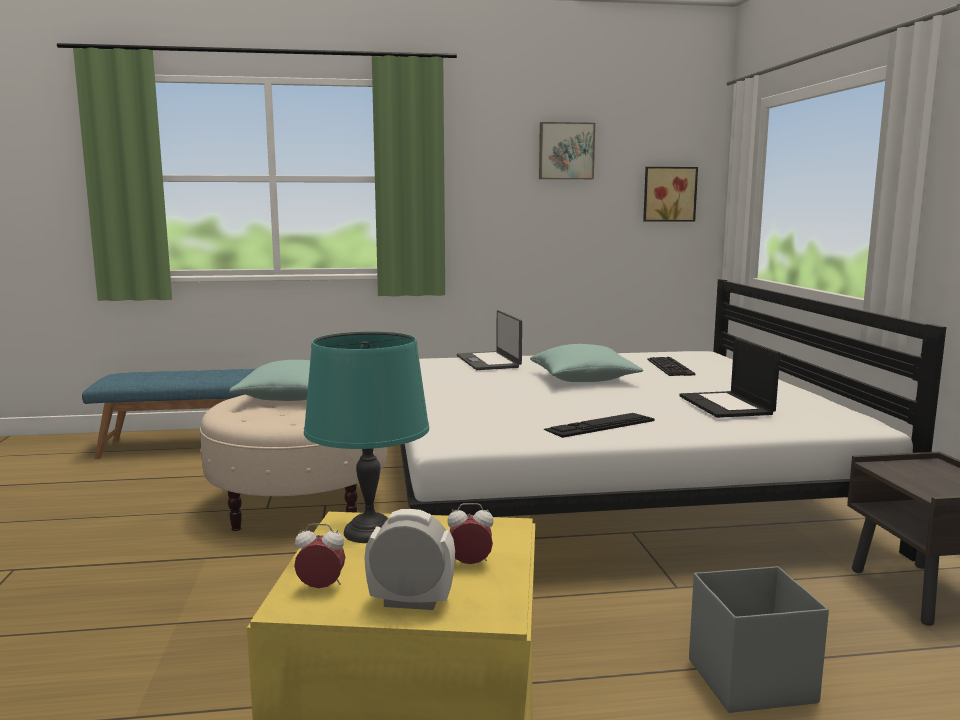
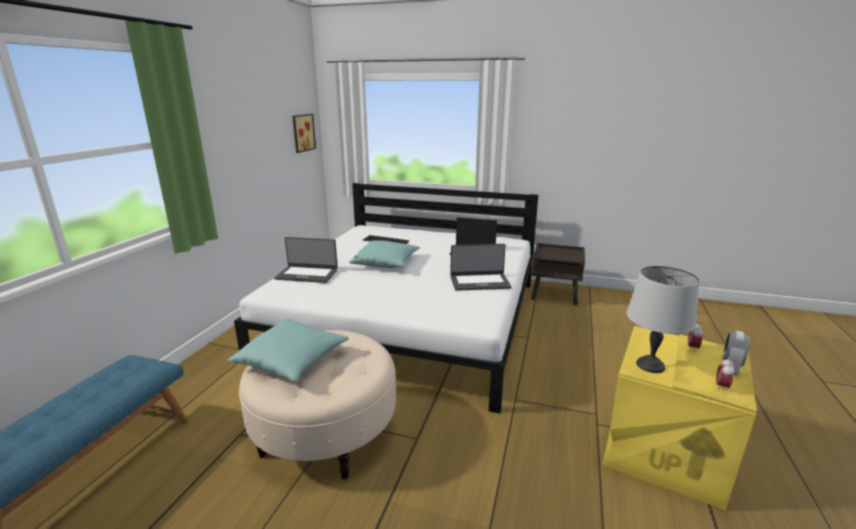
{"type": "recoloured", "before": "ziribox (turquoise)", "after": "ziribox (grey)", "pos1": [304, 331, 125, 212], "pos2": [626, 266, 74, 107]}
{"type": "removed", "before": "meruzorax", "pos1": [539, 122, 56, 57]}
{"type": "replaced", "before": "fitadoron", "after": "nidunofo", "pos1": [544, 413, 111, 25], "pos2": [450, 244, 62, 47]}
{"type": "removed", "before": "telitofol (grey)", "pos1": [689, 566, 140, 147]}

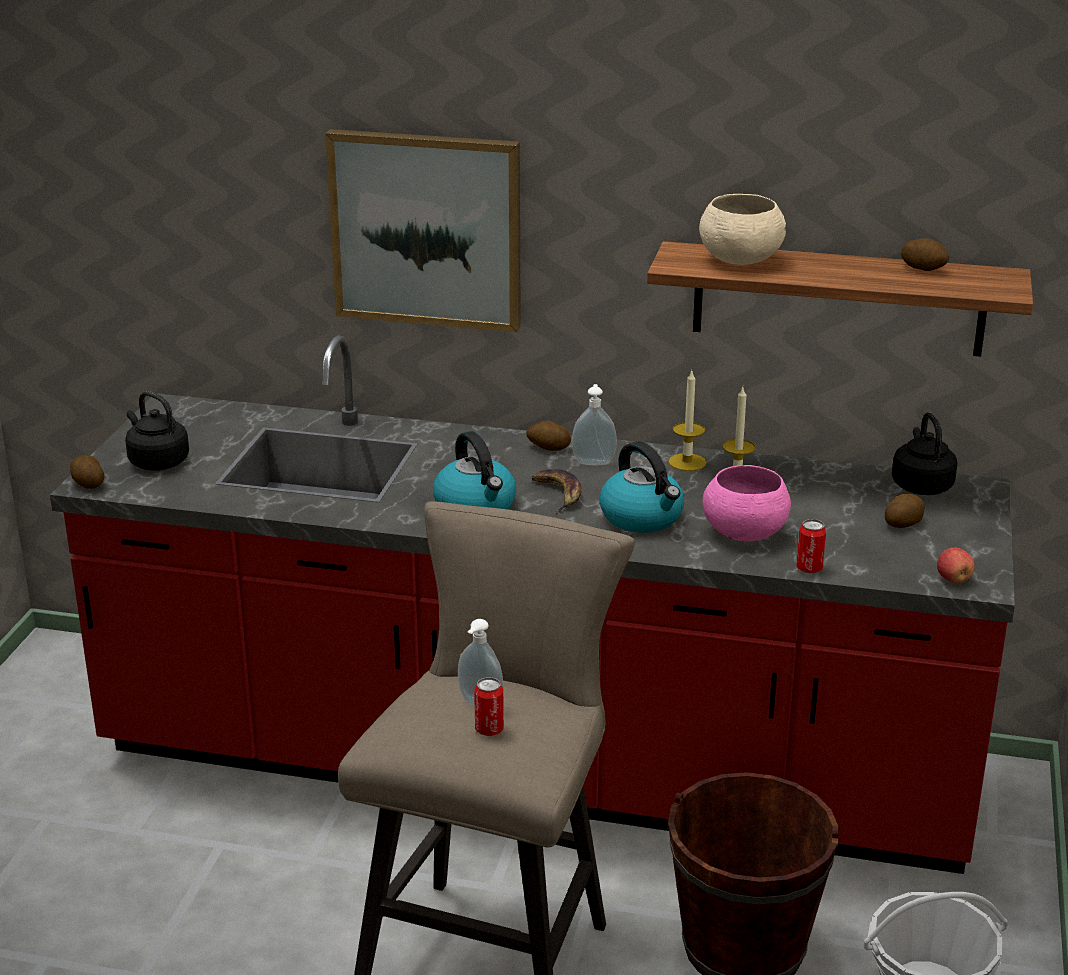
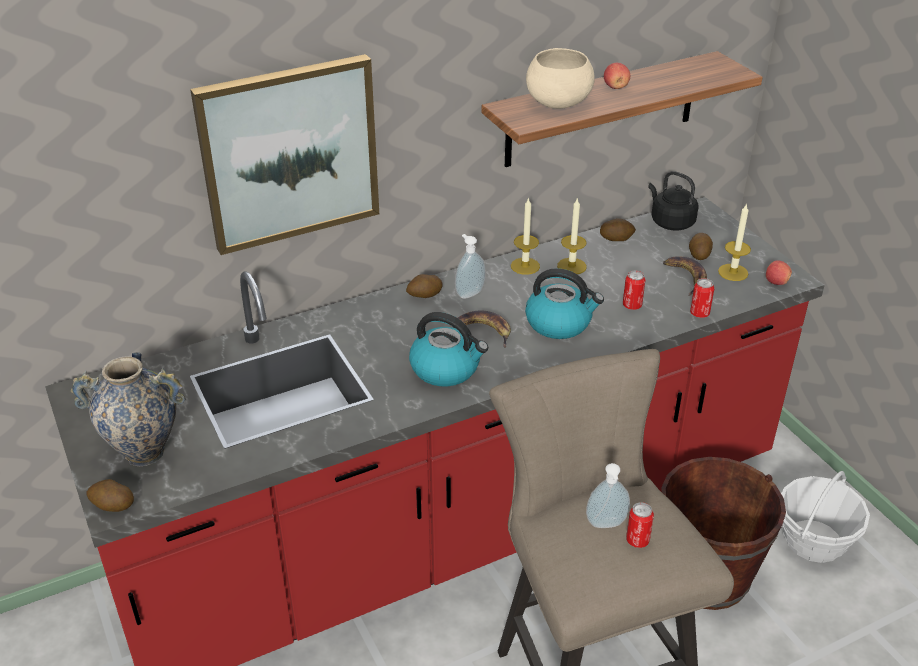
{"type": "replaced", "before": "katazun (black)", "after": "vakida", "pos1": [125, 391, 64, 80], "pos2": [71, 353, 114, 113]}
{"type": "replaced", "before": "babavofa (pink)", "after": "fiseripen", "pos1": [703, 465, 88, 76], "pos2": [623, 271, 22, 39]}
{"type": "moved", "before": "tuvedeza", "pos1": [901, 238, 48, 33], "pos2": [600, 218, 36, 23]}
{"type": "added", "after": "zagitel", "pos2": [604, 63, 26, 26]}
{"type": "added", "after": "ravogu", "pos2": [663, 256, 44, 40]}
{"type": "added", "after": "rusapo", "pos2": [718, 203, 33, 78]}

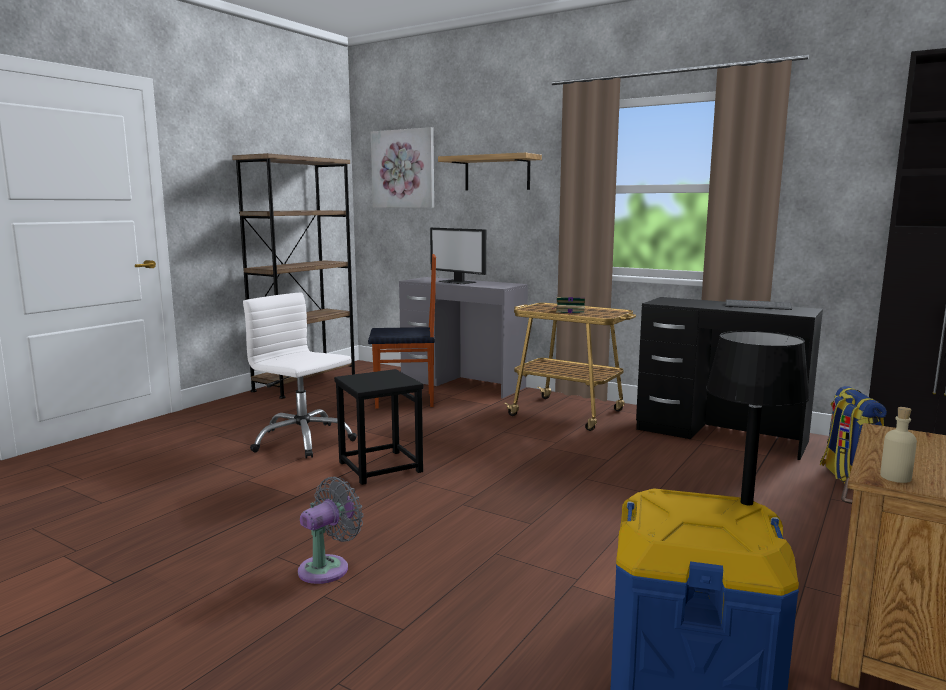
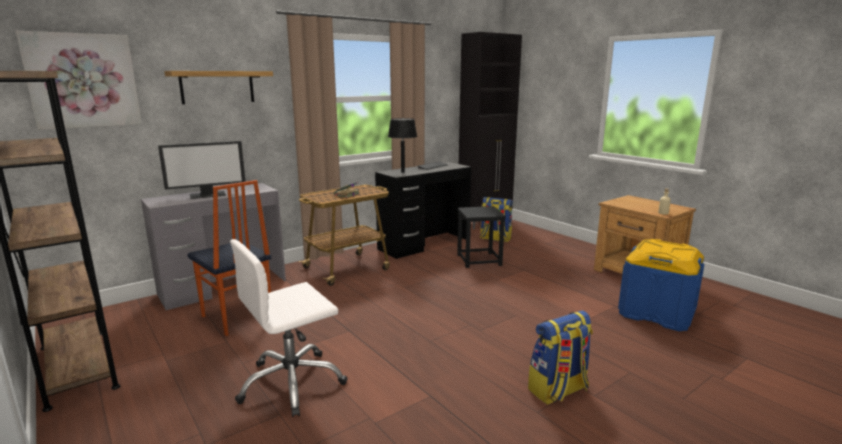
{"type": "replaced", "before": "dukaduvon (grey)", "after": "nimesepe", "pos1": [298, 477, 66, 107], "pos2": [528, 310, 65, 95]}
{"type": "moved", "before": "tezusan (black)", "pos1": [334, 369, 89, 116], "pos2": [457, 206, 49, 62]}
{"type": "turned", "before": "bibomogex", "pos1": [368, 254, 68, 155], "pos2": [187, 180, 84, 156], "turn": 120}
{"type": "moved", "before": "ziribox (black)", "pos1": [706, 331, 104, 174], "pos2": [388, 118, 29, 55]}

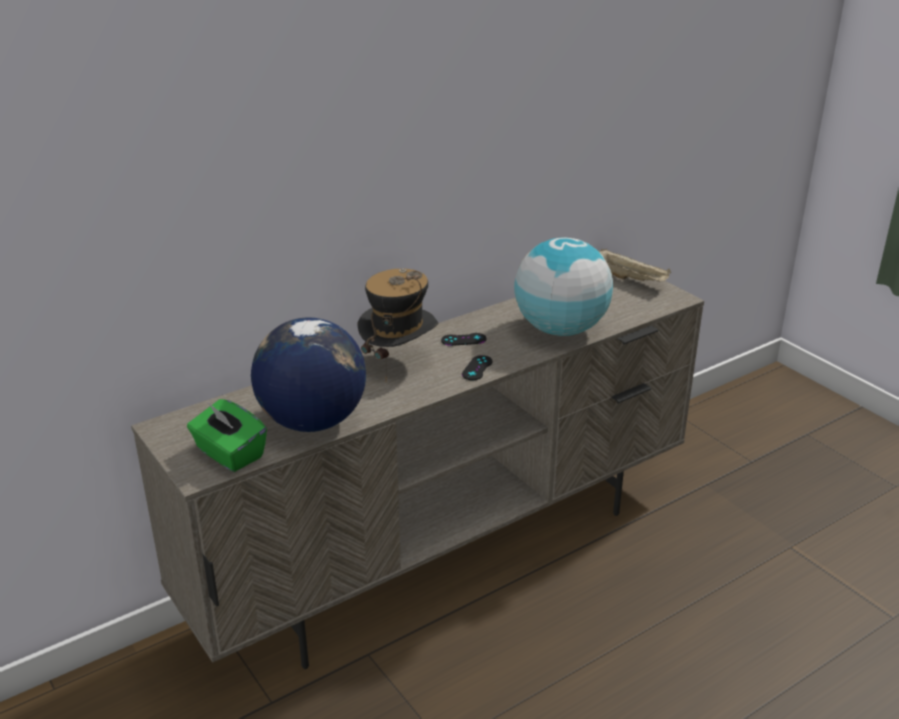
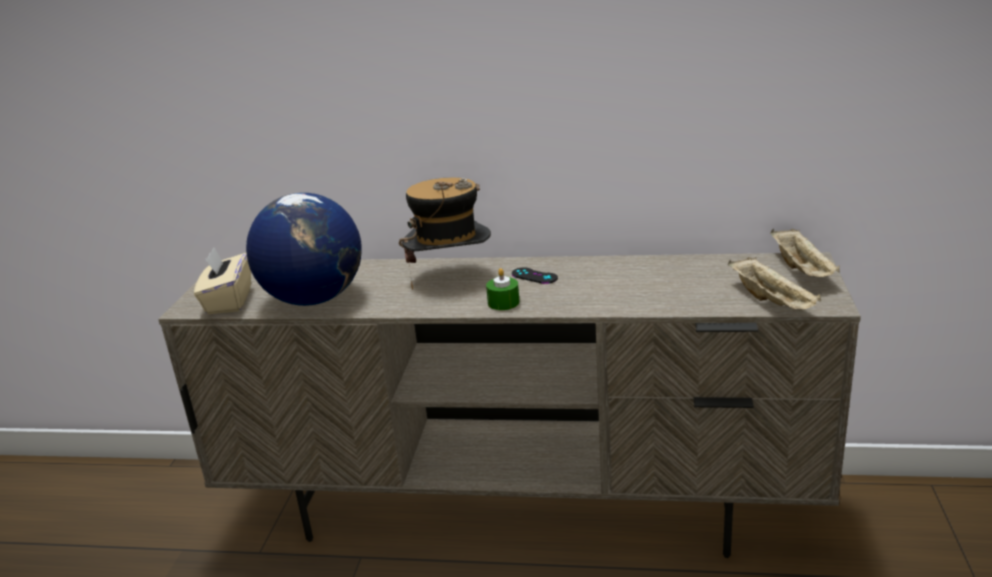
{"type": "recoloured", "before": "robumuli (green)", "after": "robumuli (beige)", "pos1": [187, 399, 80, 73], "pos2": [194, 247, 57, 67]}
{"type": "replaced", "before": "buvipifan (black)", "after": "rusapo (green)", "pos1": [462, 355, 30, 25], "pos2": [486, 268, 34, 42]}
{"type": "removed", "before": "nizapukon", "pos1": [514, 237, 99, 99]}
{"type": "added", "after": "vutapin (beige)", "pos2": [728, 257, 93, 53]}

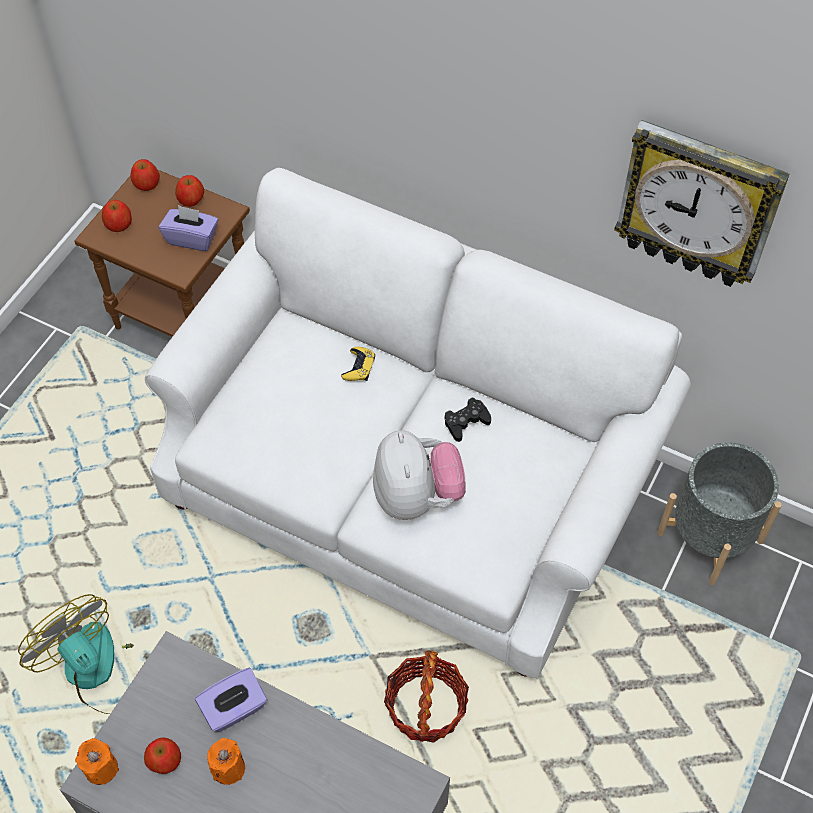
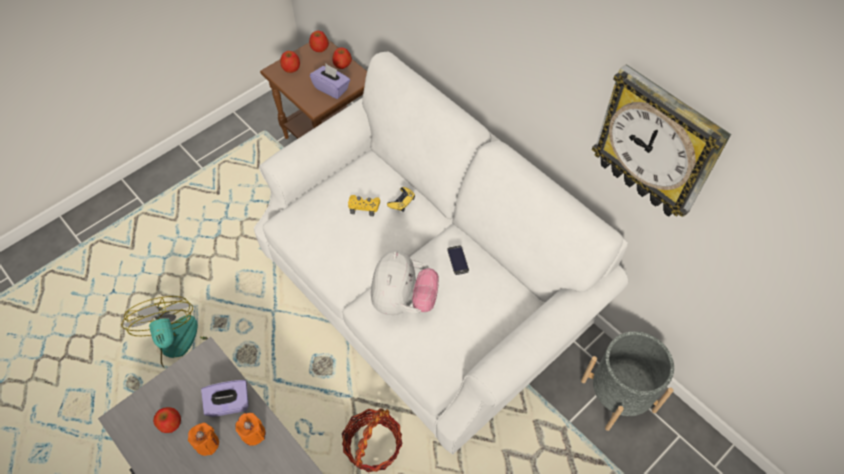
{"type": "moved", "before": "rusapo (orange)", "pos1": [75, 738, 44, 47], "pos2": [235, 413, 30, 33]}
{"type": "replaced", "before": "buvipifan (black)", "after": "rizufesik", "pos1": [445, 398, 46, 44], "pos2": [447, 245, 22, 30]}
{"type": "added", "after": "buvipifan (yellow)", "pos2": [348, 195, 32, 22]}

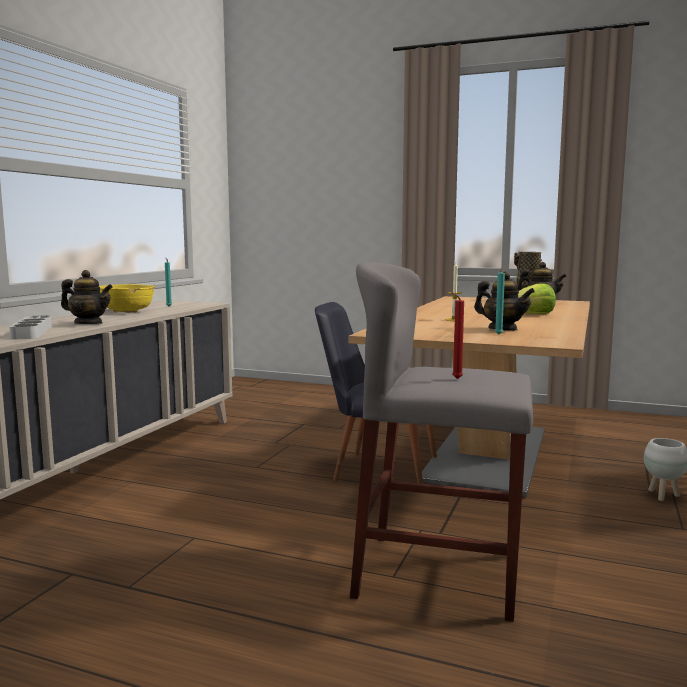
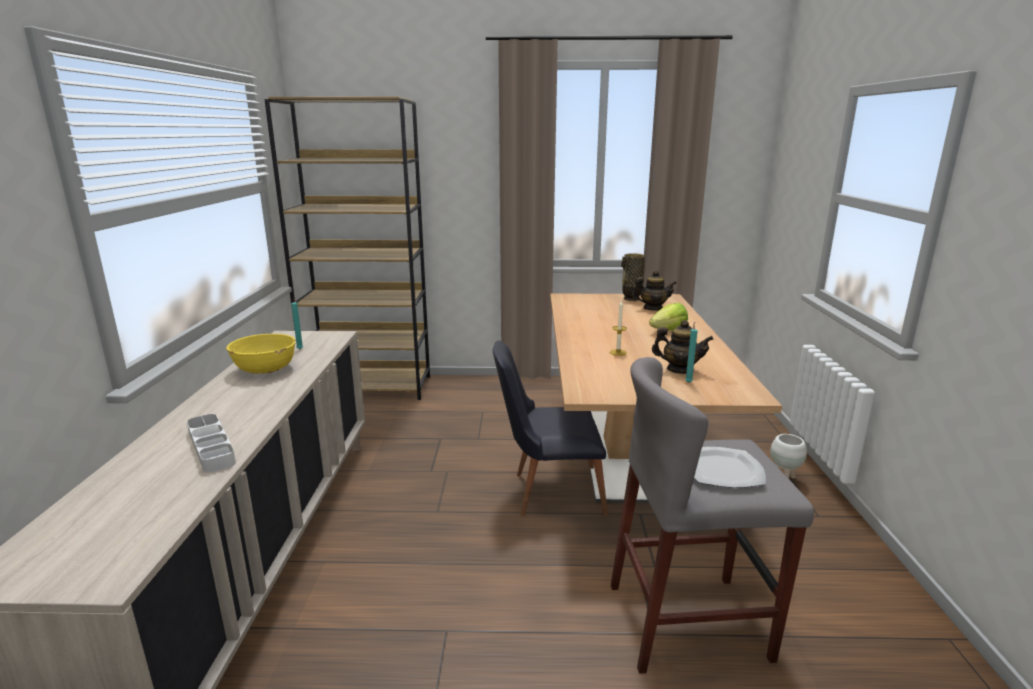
{"type": "removed", "before": "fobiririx", "pos1": [61, 270, 52, 54]}
{"type": "replaced", "before": "rusapo (red)", "after": "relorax", "pos1": [451, 292, 13, 87], "pos2": [694, 447, 72, 41]}
{"type": "added", "after": "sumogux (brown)", "pos2": [264, 97, 166, 303]}

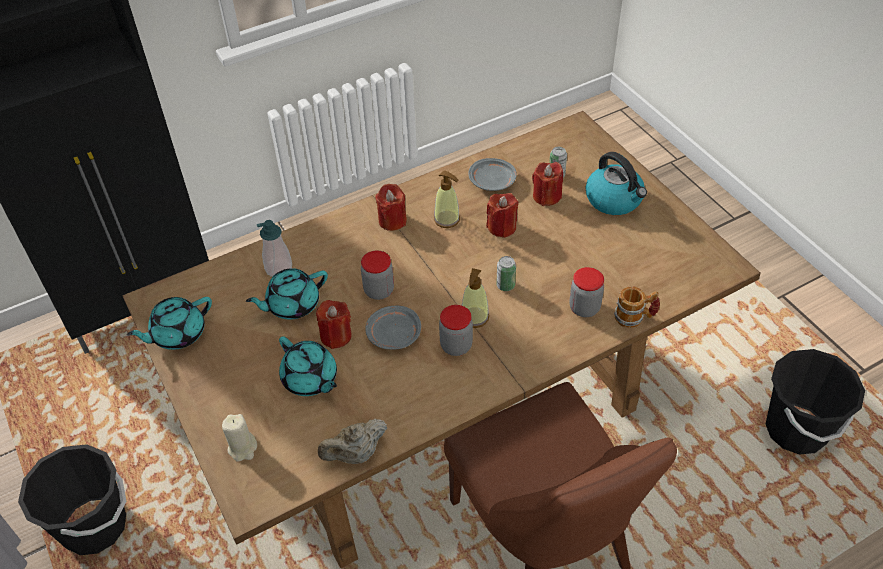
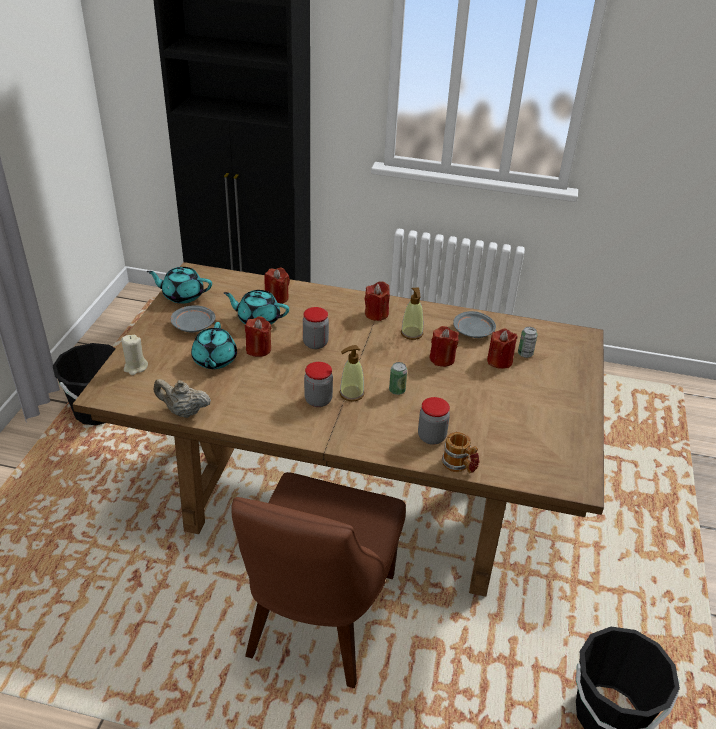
{"type": "replaced", "before": "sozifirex", "after": "rusapo (red)", "pos1": [257, 220, 35, 57], "pos2": [264, 268, 26, 36]}
{"type": "moved", "before": "relorax (grey)", "pos1": [365, 306, 56, 44], "pos2": [171, 305, 45, 27]}
{"type": "removed", "before": "katazun", "pos1": [586, 152, 61, 63]}

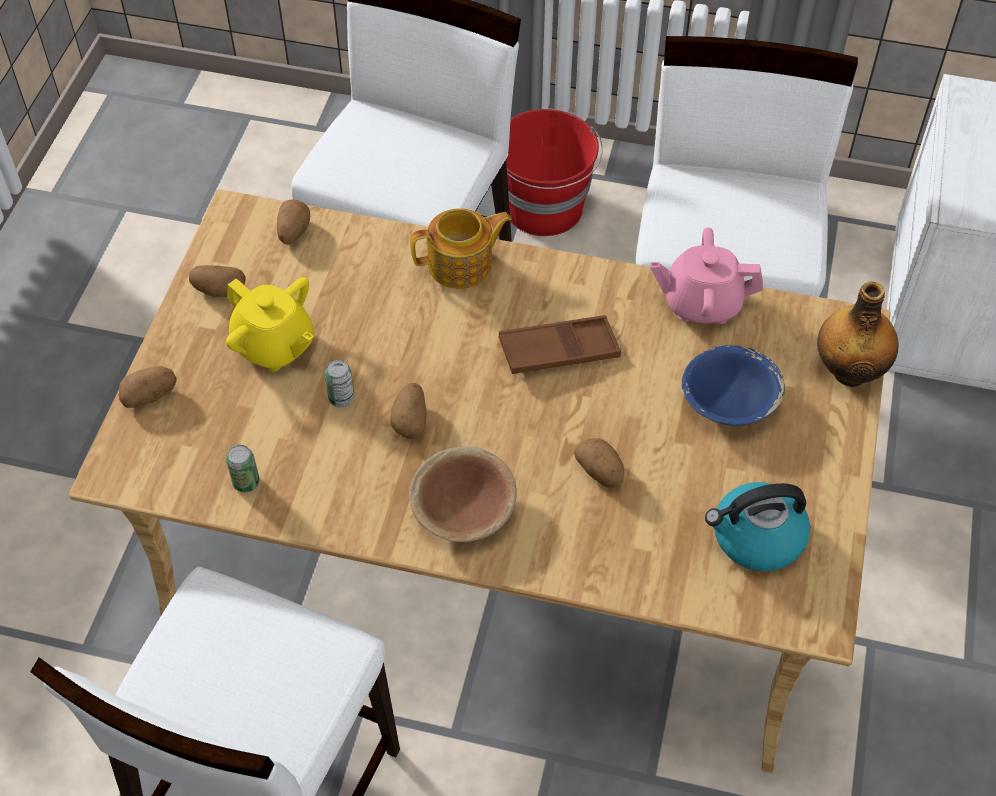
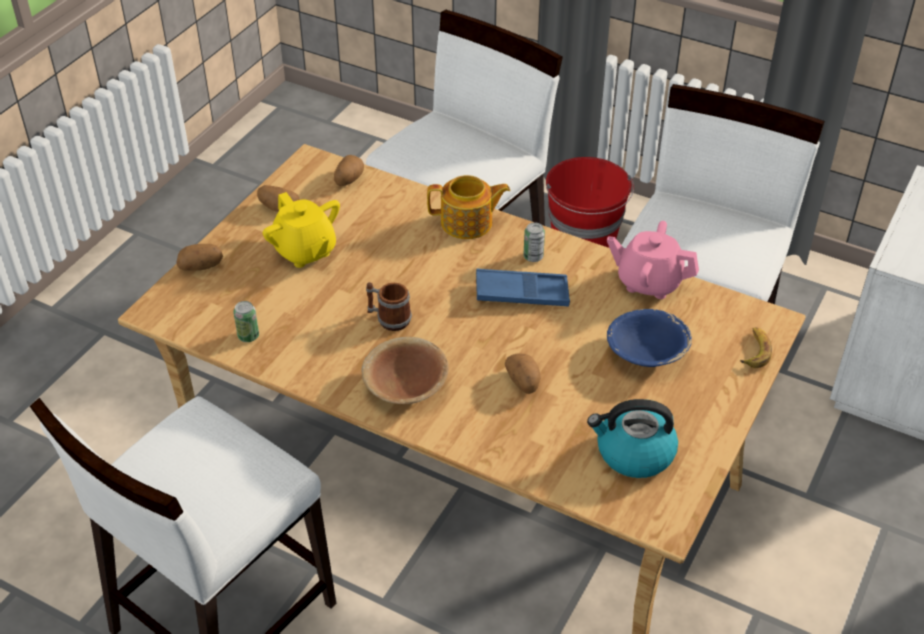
{"type": "moved", "before": "fiseripen", "pos1": [325, 360, 30, 47], "pos2": [523, 222, 22, 40]}
{"type": "replaced", "before": "tuvedeza", "after": "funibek", "pos1": [390, 383, 37, 56], "pos2": [366, 282, 46, 49]}
{"type": "recoloured", "before": "vutapin (brown)", "after": "vutapin (blue)", "pos1": [499, 315, 122, 59], "pos2": [476, 269, 94, 38]}
{"type": "replaced", "before": "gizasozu", "after": "ravogu", "pos1": [817, 281, 82, 106], "pos2": [740, 327, 32, 41]}

